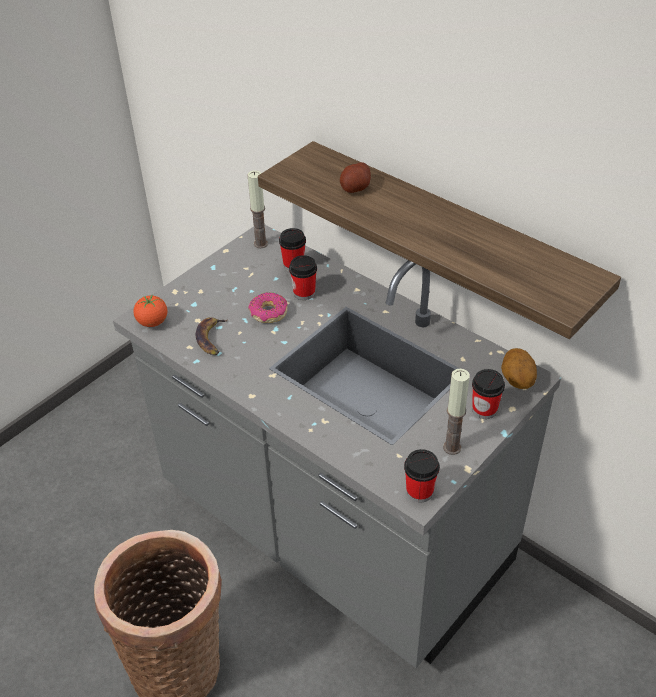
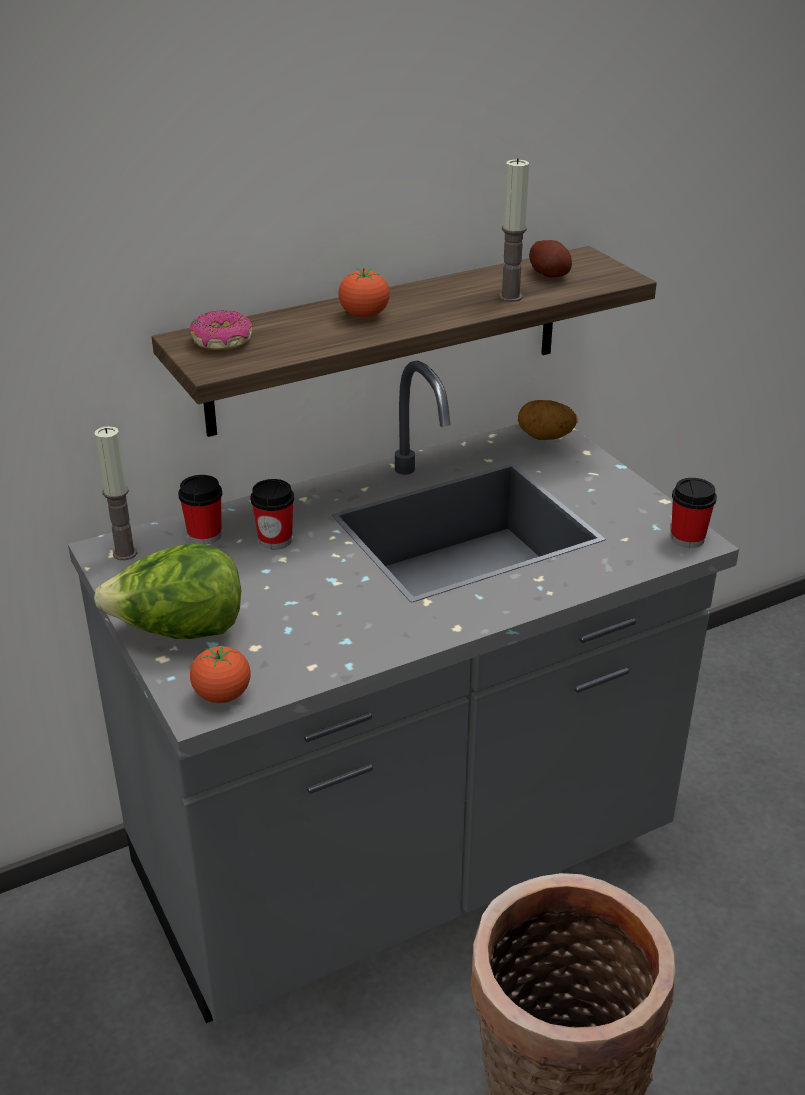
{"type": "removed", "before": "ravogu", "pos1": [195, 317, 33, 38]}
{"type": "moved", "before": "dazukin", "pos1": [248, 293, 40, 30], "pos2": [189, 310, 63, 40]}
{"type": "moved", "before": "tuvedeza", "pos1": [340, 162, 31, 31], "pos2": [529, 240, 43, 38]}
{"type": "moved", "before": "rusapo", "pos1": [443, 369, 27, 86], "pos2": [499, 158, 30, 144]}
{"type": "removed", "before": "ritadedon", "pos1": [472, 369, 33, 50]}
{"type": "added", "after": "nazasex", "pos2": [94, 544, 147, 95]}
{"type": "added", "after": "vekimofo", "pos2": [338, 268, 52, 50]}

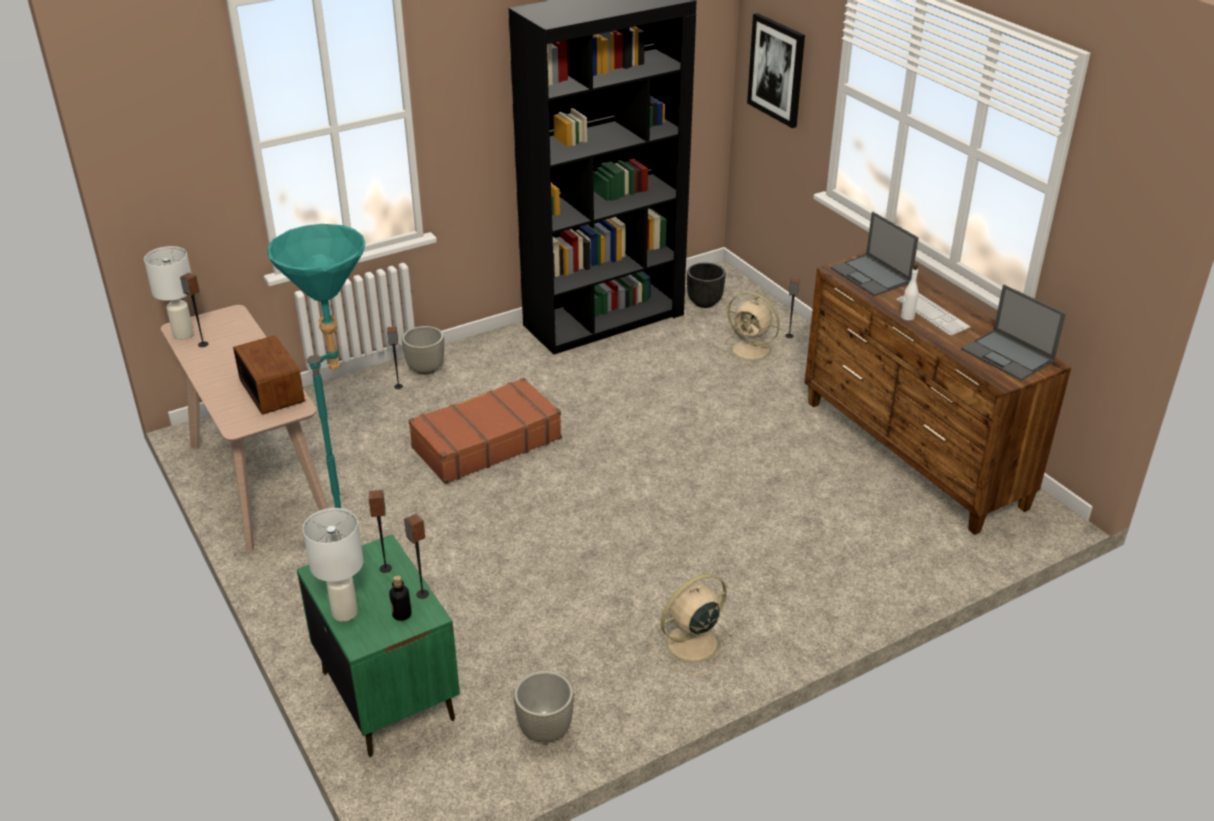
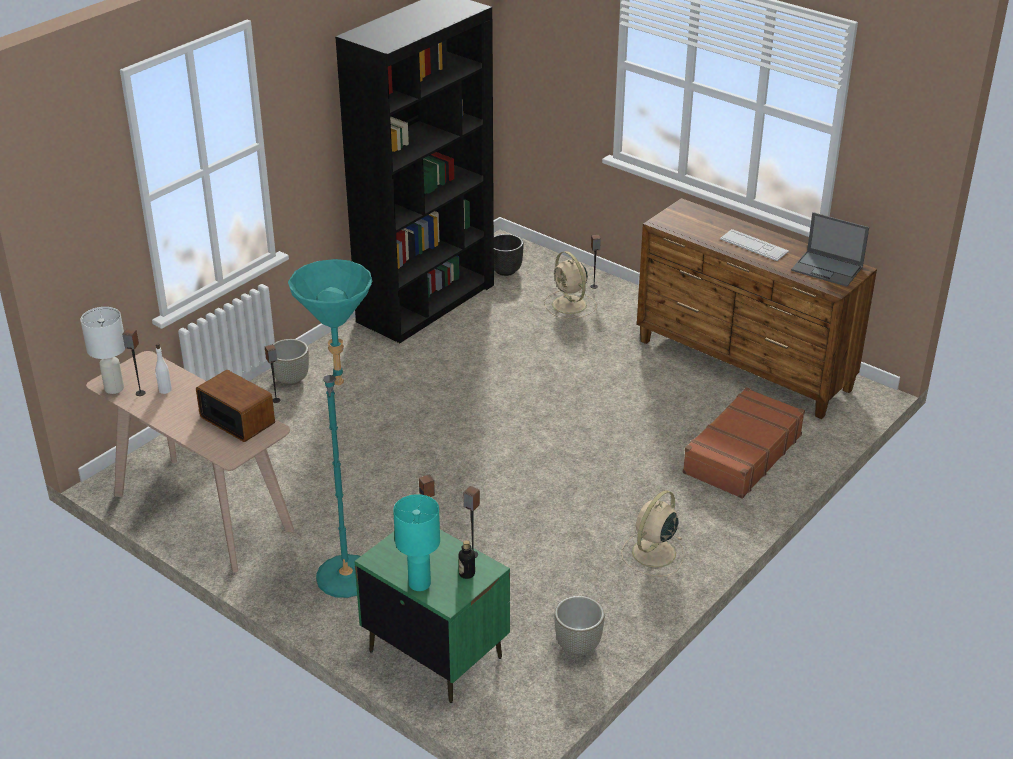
{"type": "recoloured", "before": "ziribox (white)", "after": "ziribox (turquoise)", "pos1": [303, 508, 60, 114], "pos2": [393, 494, 47, 97]}
{"type": "moved", "before": "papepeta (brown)", "pos1": [409, 378, 153, 106], "pos2": [683, 387, 122, 112]}
{"type": "turned", "before": "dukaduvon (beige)", "pos1": [722, 292, 59, 74], "pos2": [544, 251, 53, 68], "turn": 45}
{"type": "removed", "before": "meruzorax", "pos1": [747, 13, 58, 115]}
{"type": "removed", "before": "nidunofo", "pos1": [831, 212, 88, 84]}
{"type": "moved", "before": "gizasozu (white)", "pos1": [901, 264, 17, 56], "pos2": [155, 344, 17, 50]}

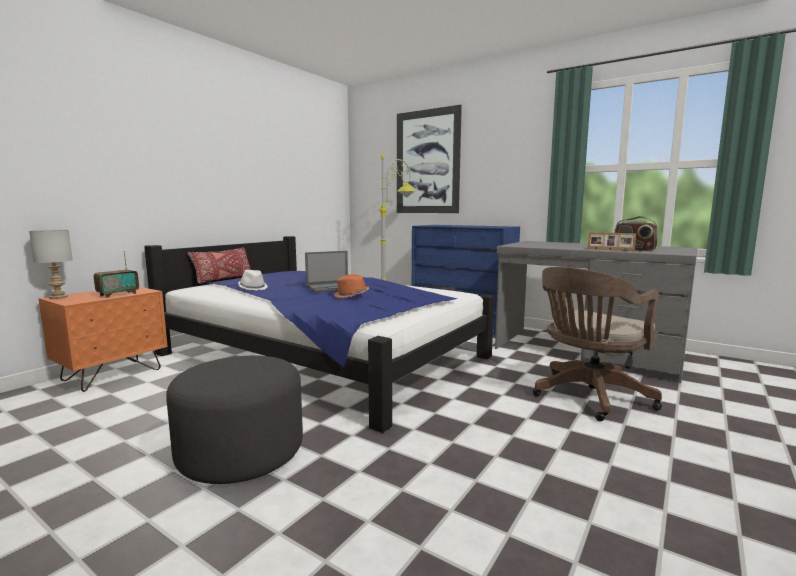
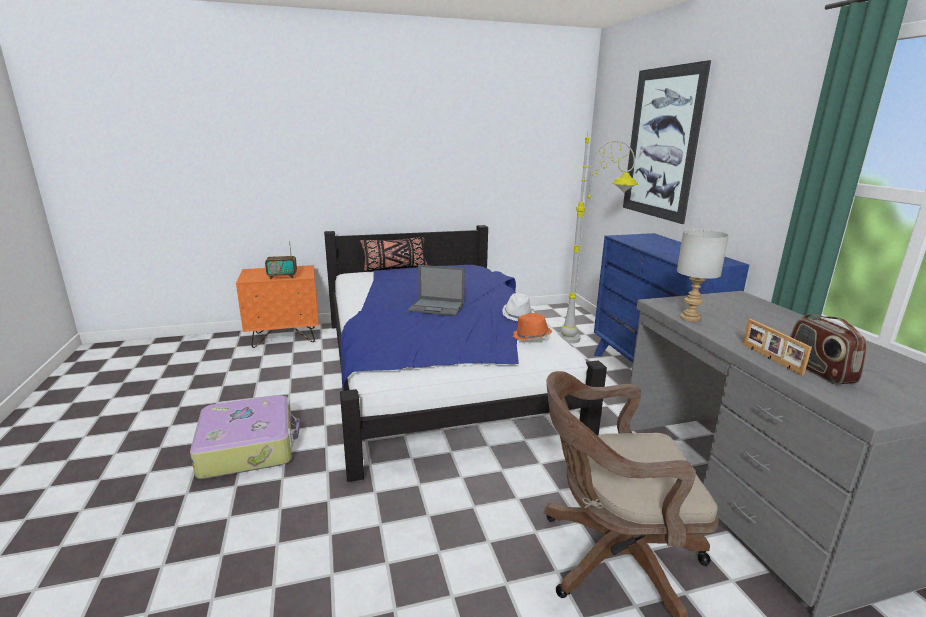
{"type": "moved", "before": "ziribox (grey)", "pos1": [29, 230, 44, 69], "pos2": [677, 229, 52, 93]}
{"type": "replaced", "before": "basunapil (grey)", "after": "papepeta", "pos1": [166, 356, 137, 128], "pos2": [190, 395, 110, 84]}
{"type": "recoloured", "before": "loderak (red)", "after": "loderak (black)", "pos1": [188, 247, 63, 37], "pos2": [360, 236, 68, 35]}
{"type": "moved", "before": "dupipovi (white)", "pos1": [238, 270, 30, 20], "pos2": [502, 293, 32, 28]}
{"type": "moved", "before": "dupipovi (orange)", "pos1": [334, 274, 35, 24], "pos2": [513, 313, 39, 27]}

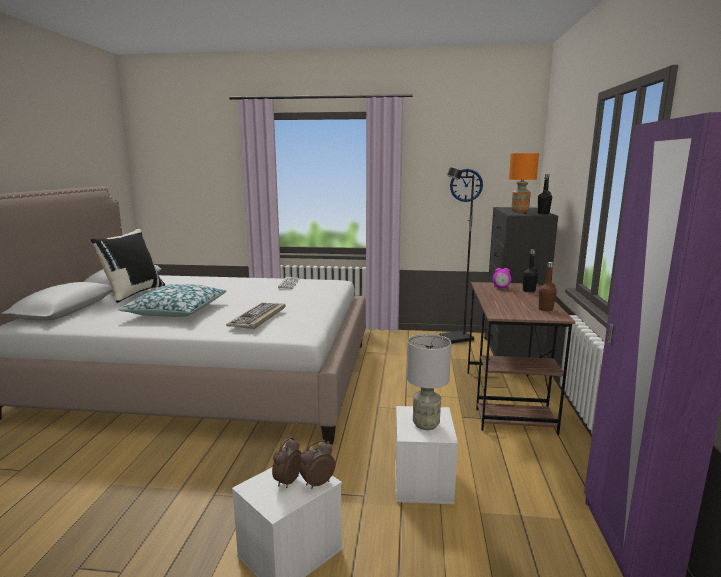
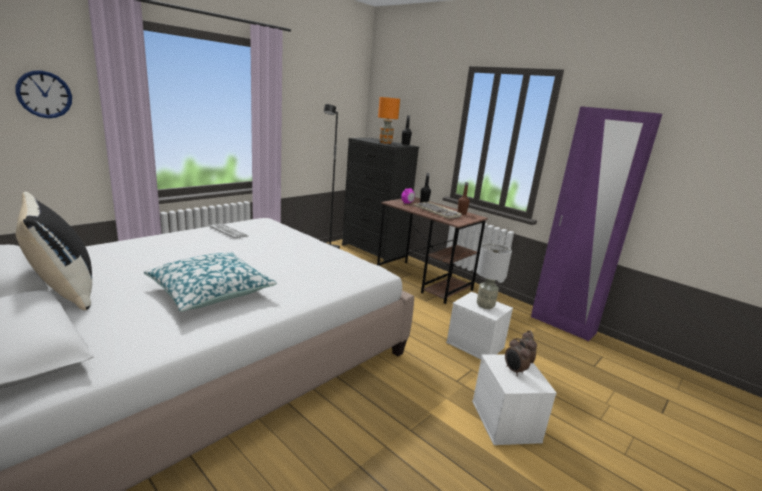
{"type": "moved", "before": "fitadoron", "pos1": [226, 303, 59, 26], "pos2": [413, 202, 49, 17]}
{"type": "moved", "before": "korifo", "pos1": [450, 169, 33, 33], "pos2": [15, 70, 57, 48]}

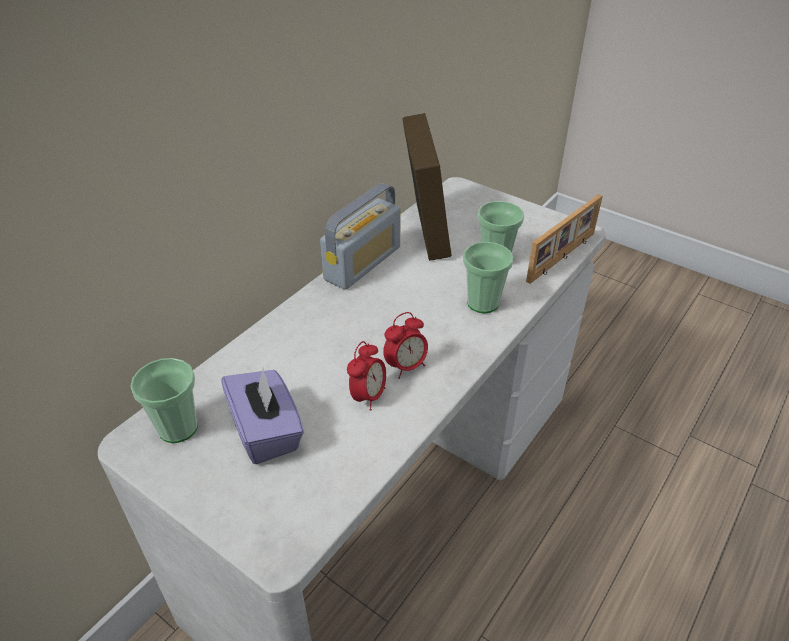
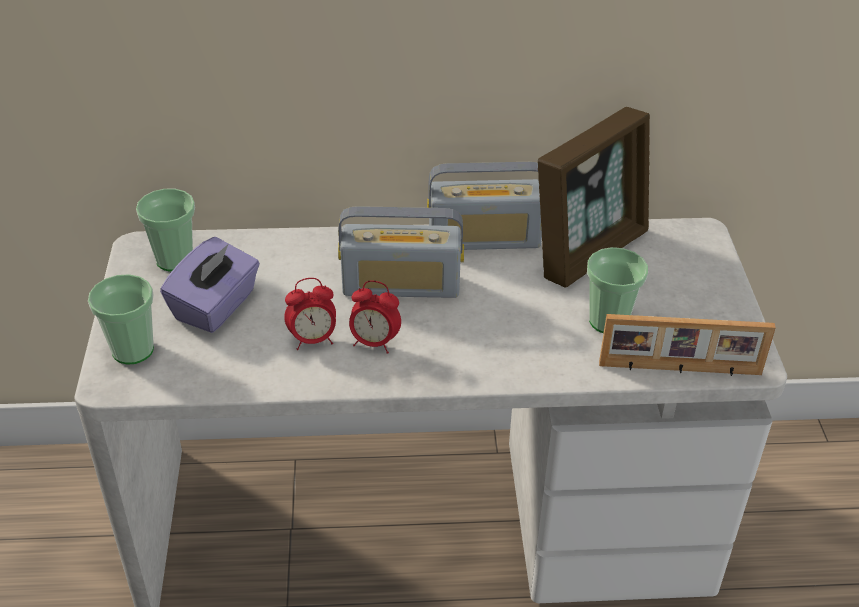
{"type": "moved", "before": "ritadedon", "pos1": [463, 242, 50, 71], "pos2": [88, 274, 66, 90]}
{"type": "added", "after": "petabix", "pos2": [338, 206, 126, 92]}

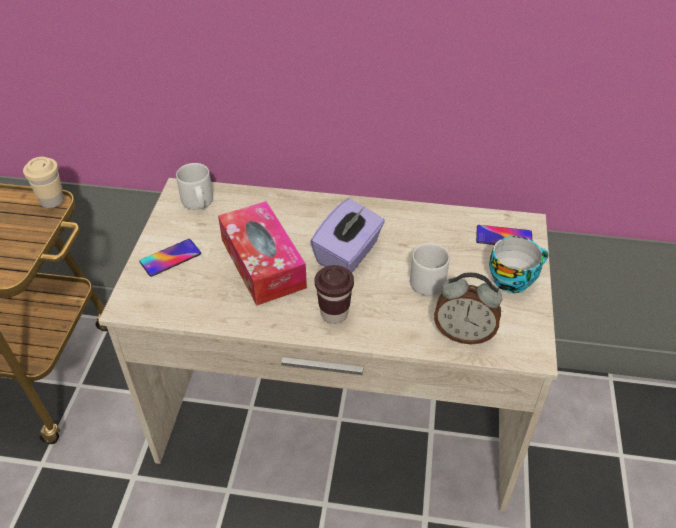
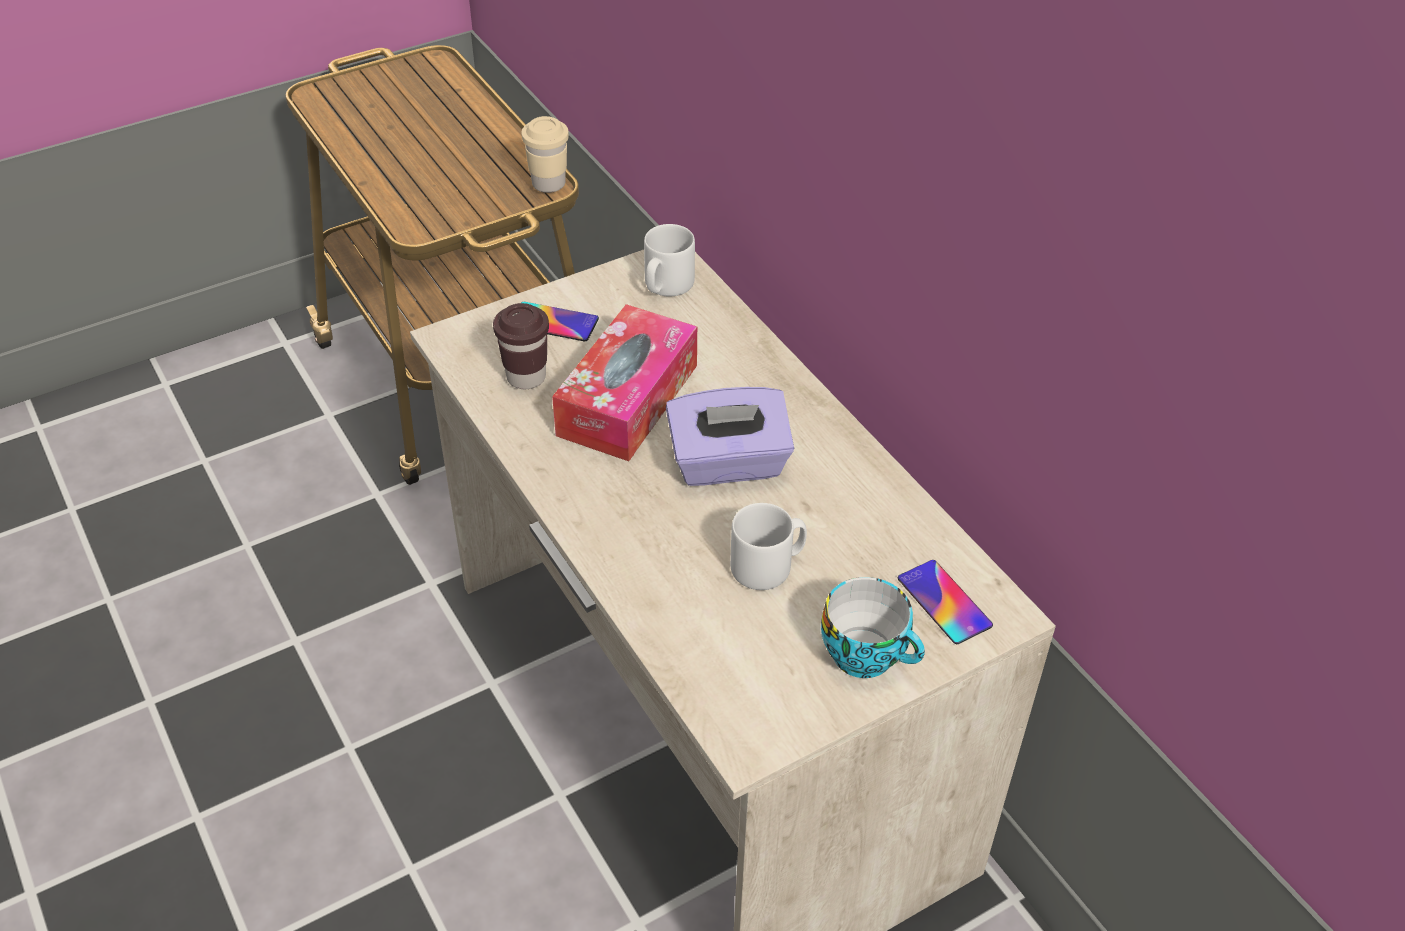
{"type": "moved", "before": "ritadedon (brown)", "pos1": [314, 265, 40, 59], "pos2": [493, 303, 56, 86]}
{"type": "removed", "before": "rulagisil", "pos1": [434, 272, 68, 72]}

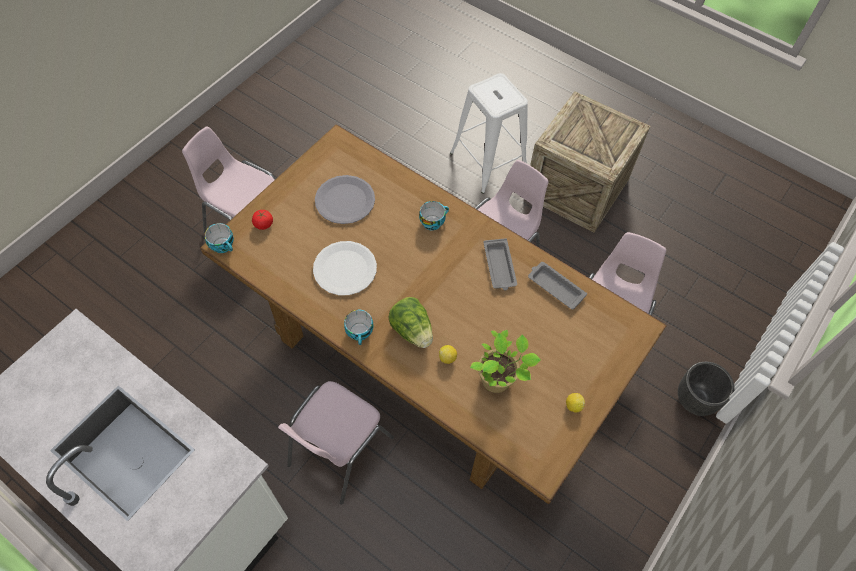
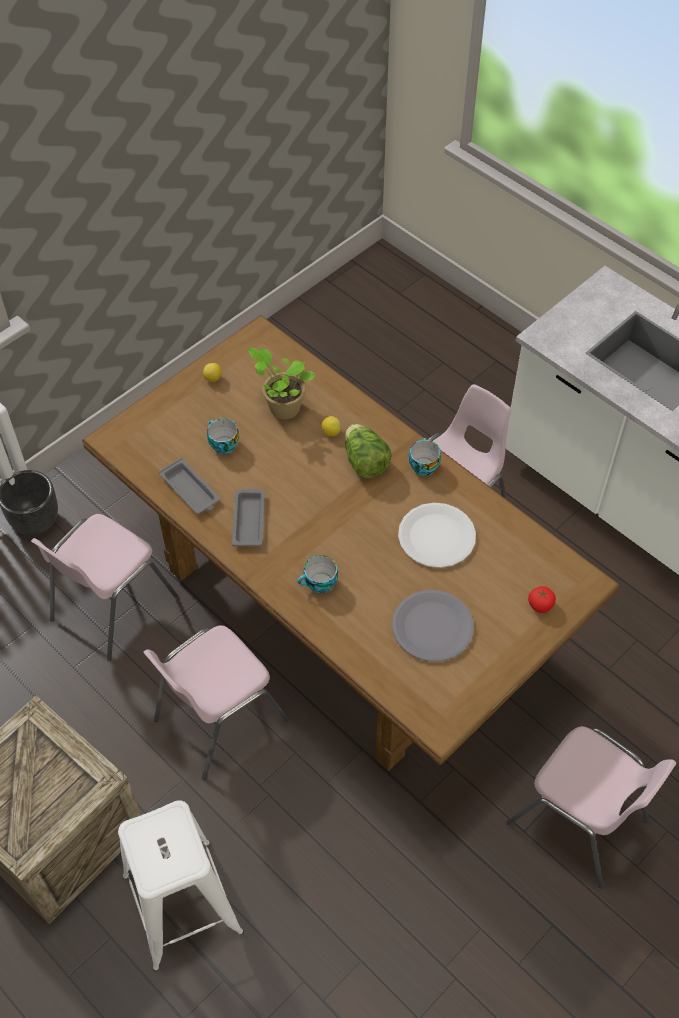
{"type": "moved", "before": "ritadedon", "pos1": [204, 223, 30, 30], "pos2": [207, 418, 32, 36]}

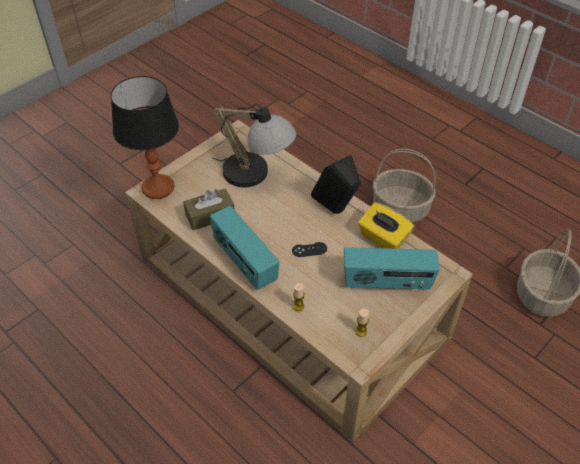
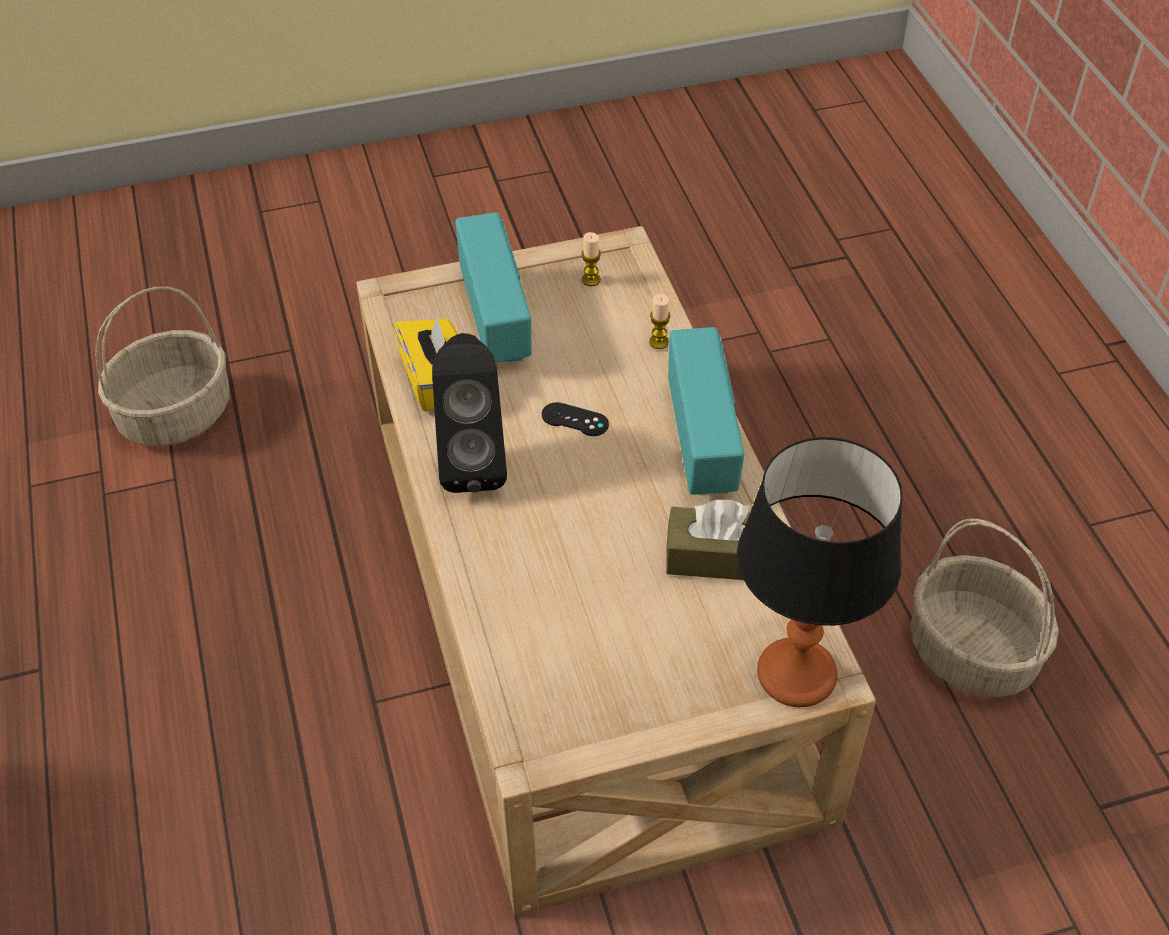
{"type": "removed", "before": "ziribox", "pos1": [213, 104, 83, 83]}
{"type": "turned", "before": "petabix", "pos1": [344, 247, 96, 43], "pos2": [455, 212, 77, 150], "turn": 45}
{"type": "moved", "before": "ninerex", "pos1": [373, 149, 63, 74], "pos2": [911, 519, 148, 178]}

